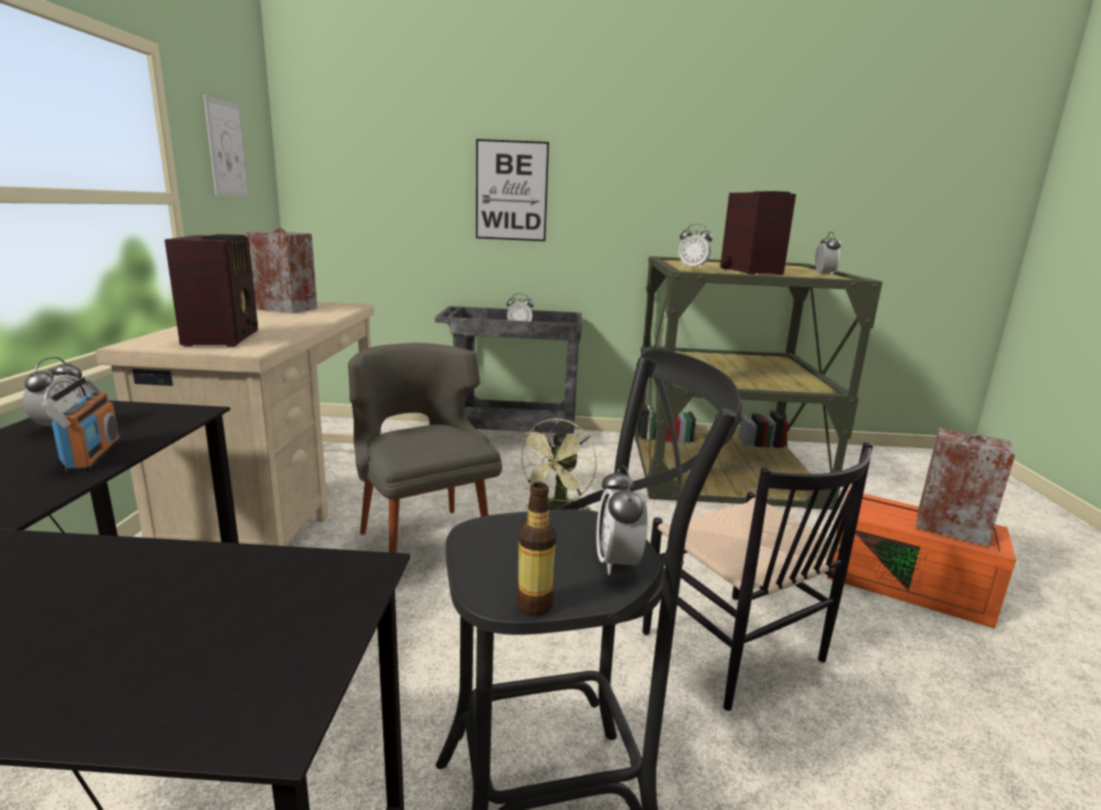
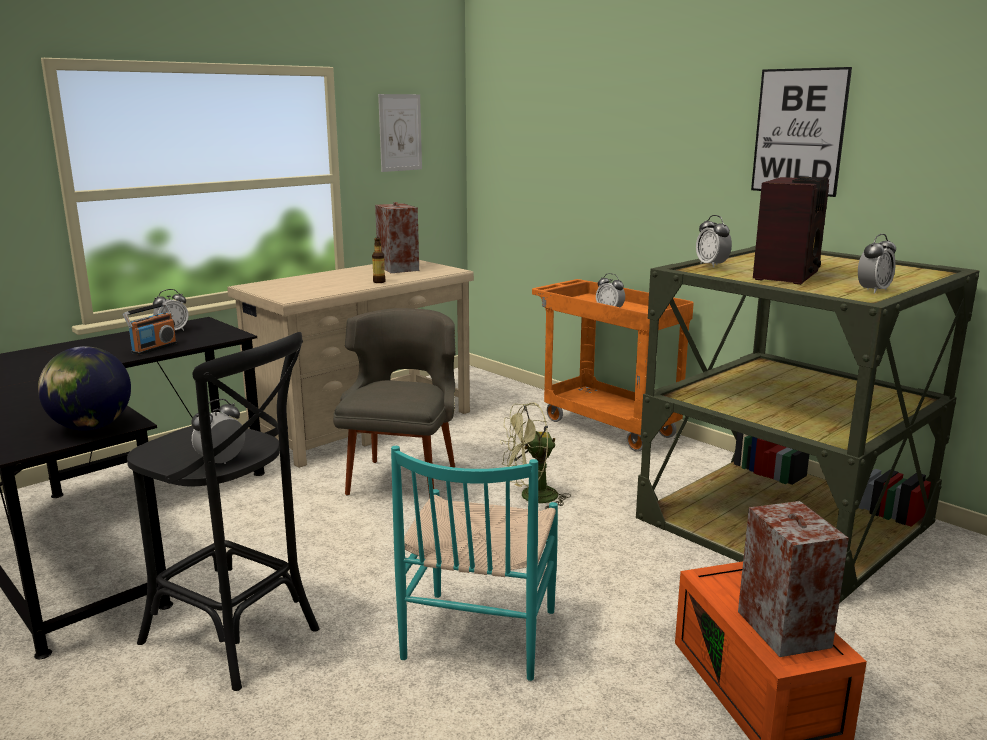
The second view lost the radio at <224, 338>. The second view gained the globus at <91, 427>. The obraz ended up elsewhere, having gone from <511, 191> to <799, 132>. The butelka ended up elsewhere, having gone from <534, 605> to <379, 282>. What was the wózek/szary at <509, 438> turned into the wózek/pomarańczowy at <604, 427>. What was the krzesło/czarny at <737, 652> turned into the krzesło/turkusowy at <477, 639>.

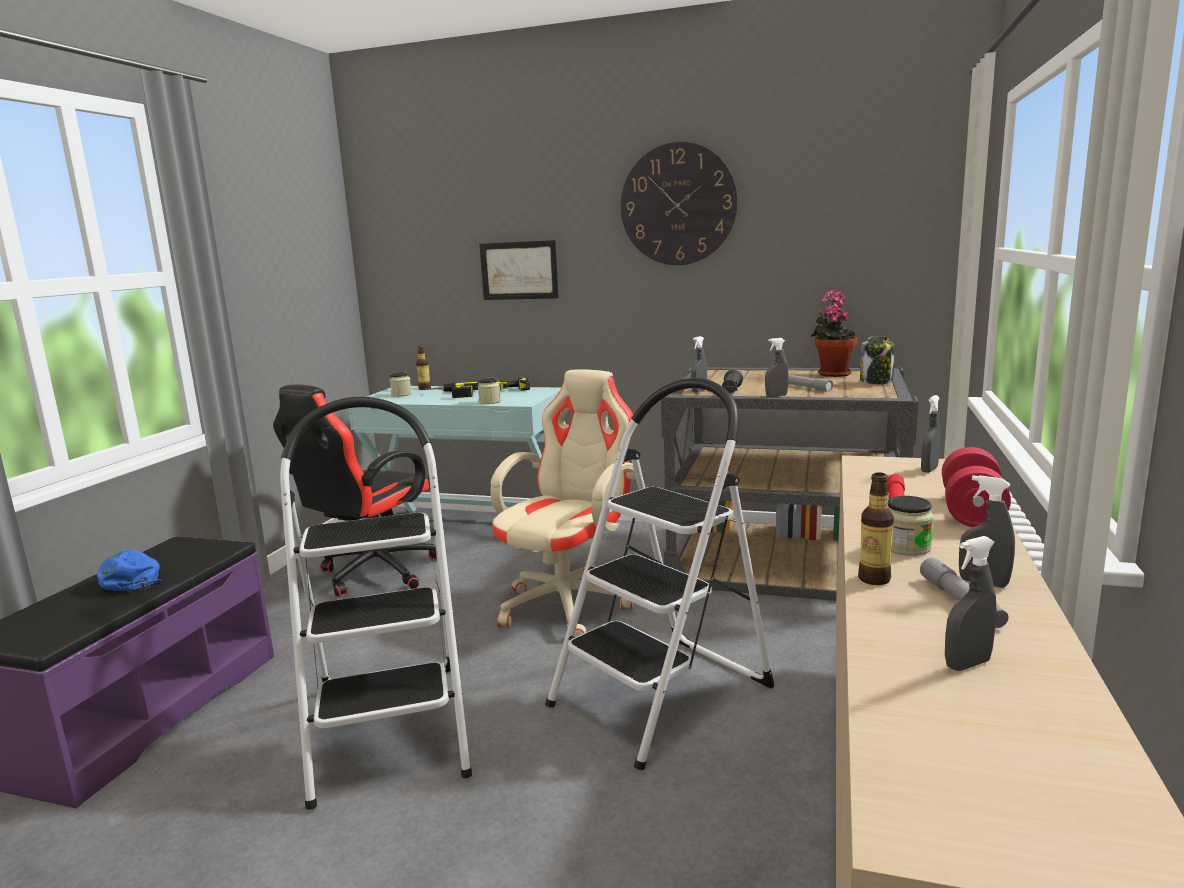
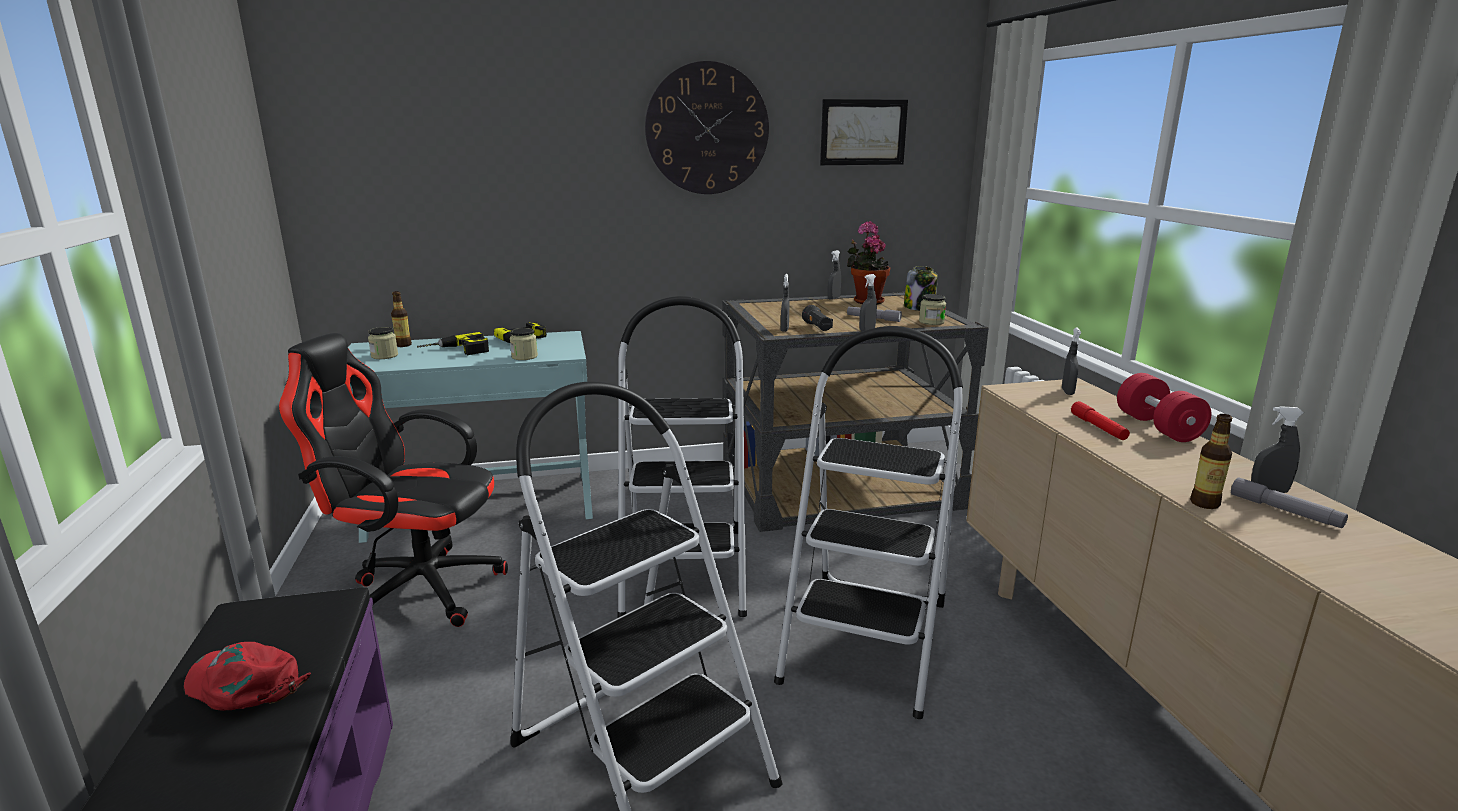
The obraz ended up elsewhere, having gone from <519, 270> to <863, 132>. The słoik ended up elsewhere, having gone from <906, 547> to <931, 322>. The spryskiwacz/szary ended up elsewhere, having gone from <967, 664> to <833, 298>. Where the krzesło biurowe/beżowy stood at <570, 603>, the drabinka came to stand at <686, 569>. What was the czapka z daszkiem/niebieski at <130, 578> turned into the czapka z daszkiem/czerwony at <244, 684>. The krzesło biurowe/czarny at <371, 576> ended up facing another way, 105 degrees clockwise from before.

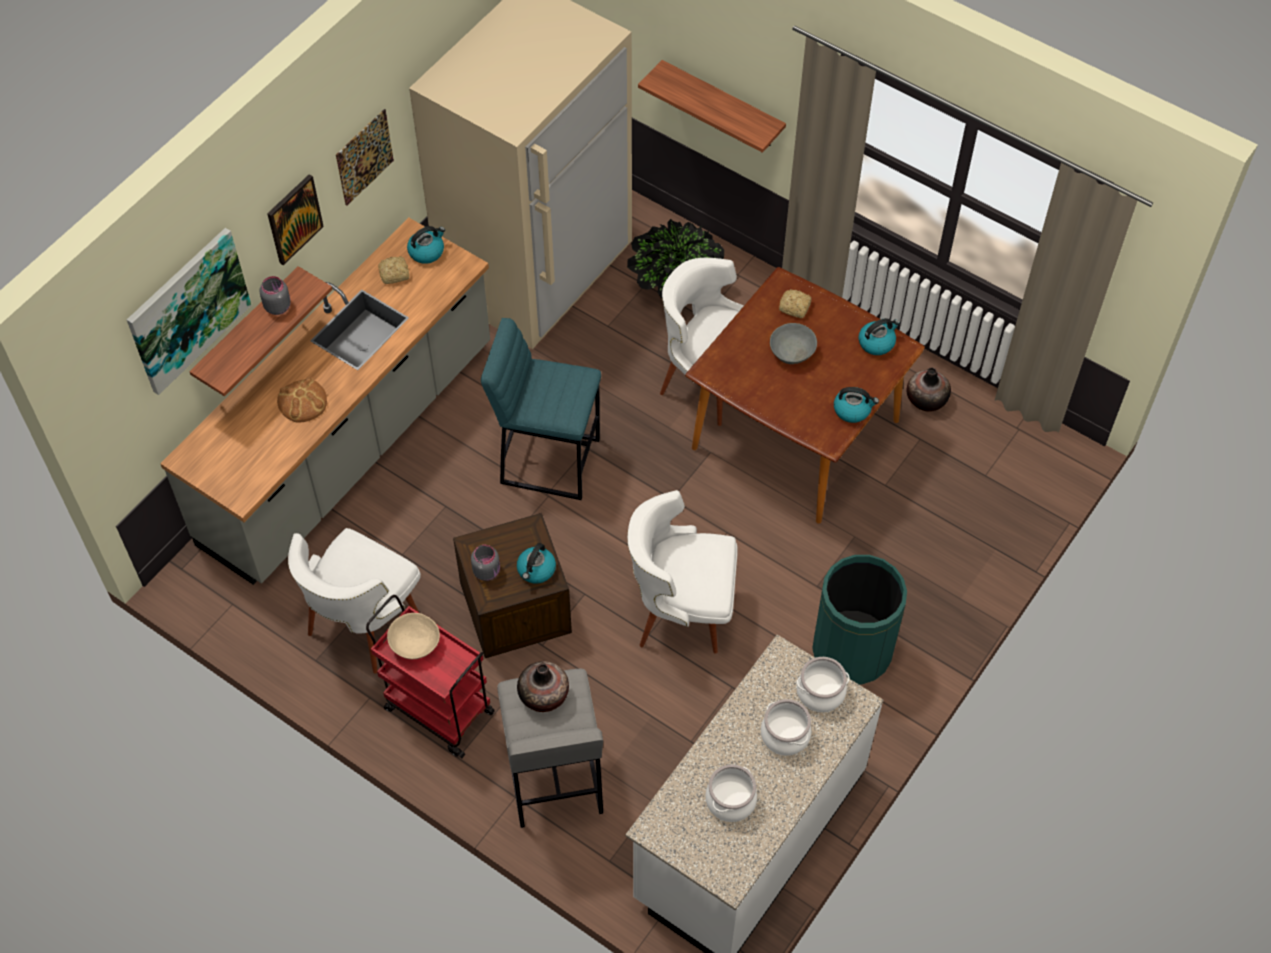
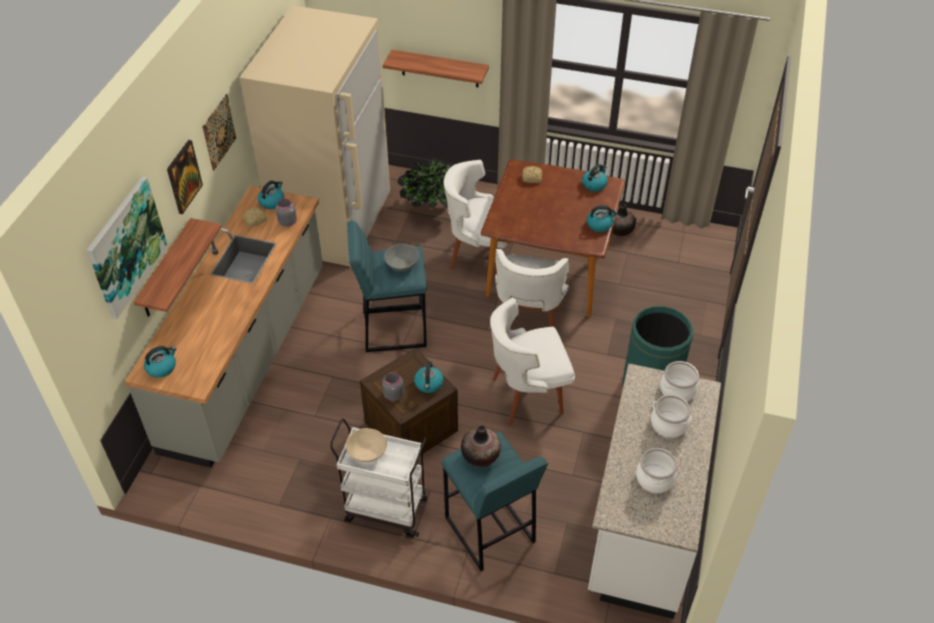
The second view lost the chleb at <303, 402>. The second view gained the czajnik at <162, 367>. The słoik/szary ended up elsewhere, having gone from <277, 306> to <287, 222>. The krzesło/biały ended up elsewhere, having gone from <365, 624> to <528, 322>. The miska/szary ended up elsewhere, having gone from <792, 351> to <402, 264>. What was the wózek/czerwony at <438, 710> turned into the wózek/biały at <385, 510>. What was the stołek/szary at <555, 781> turned into the stołek/turkusowy at <491, 531>.

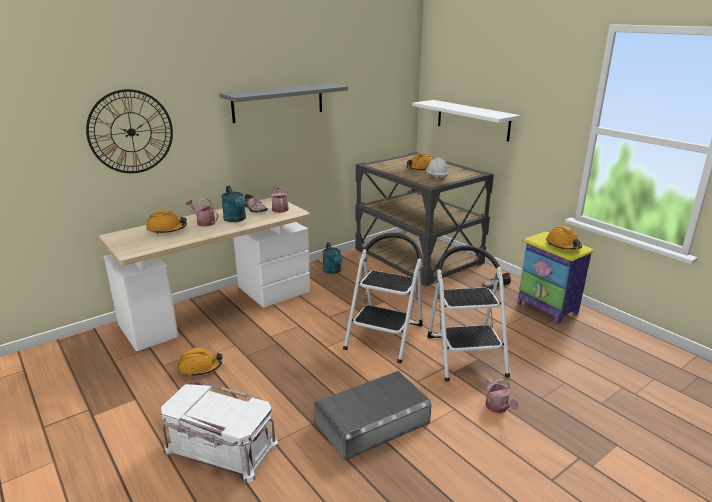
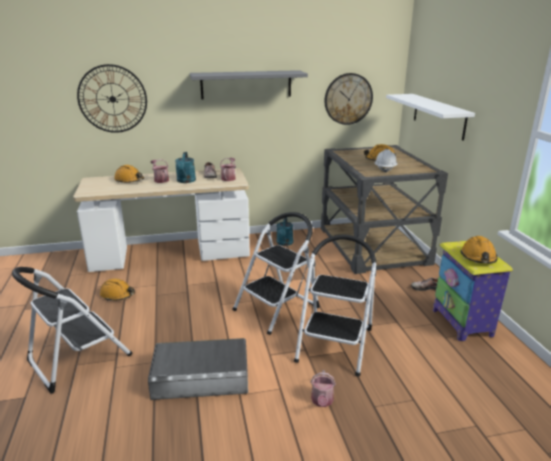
The second view gained the zegar ścienny at <348, 99>. Where the pojemnik do przechowywania/biały stood at <220, 448>, the drabinka came to stand at <76, 359>.

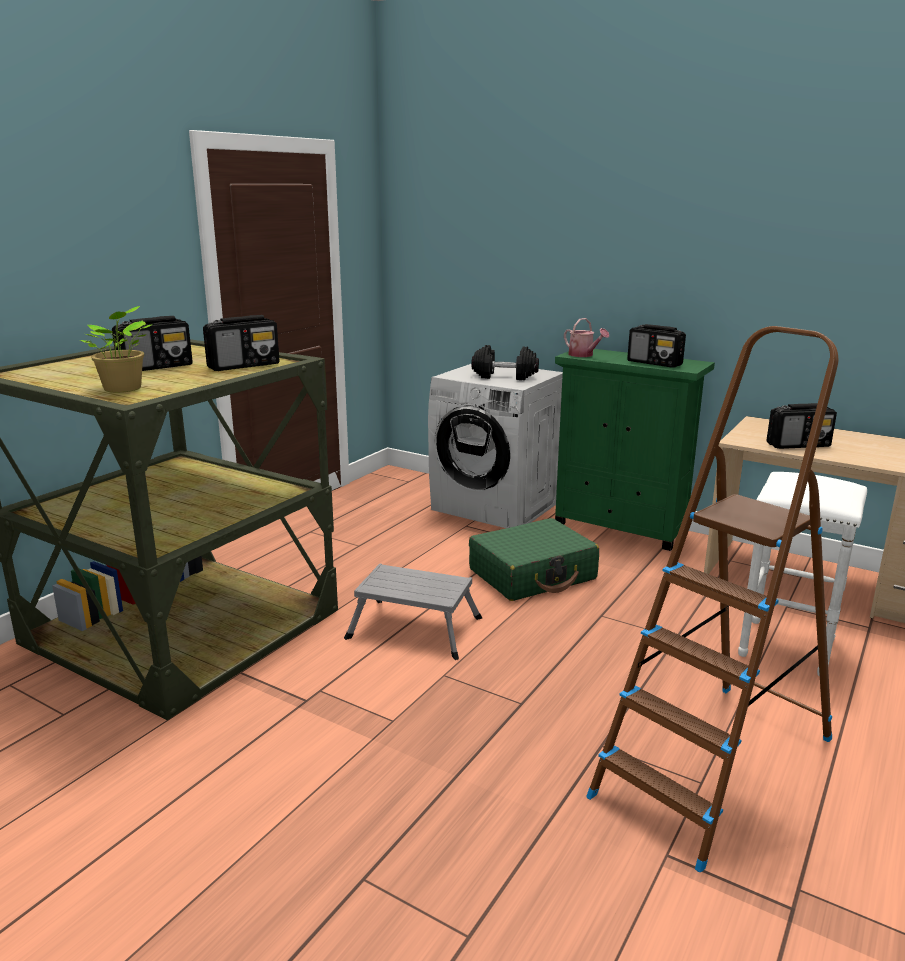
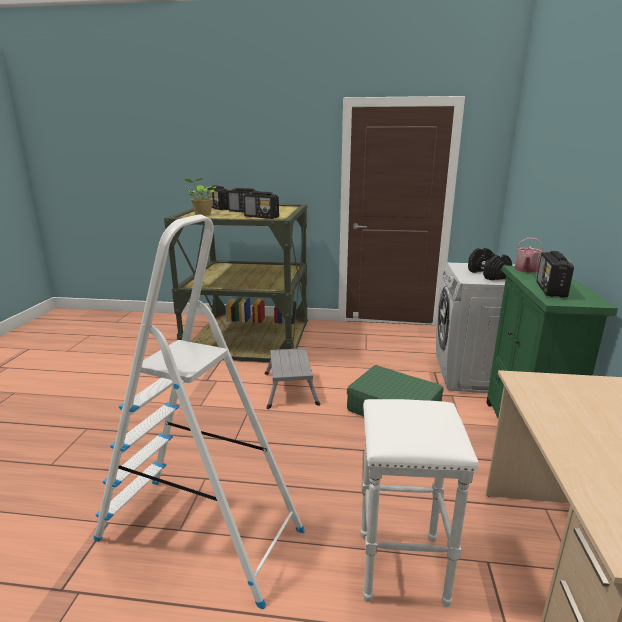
The radio ended up elsewhere, having gone from <798, 445> to <219, 208>. What was the drabinka/brązowy at <715, 767> turned into the drabinka/biały at <199, 535>.

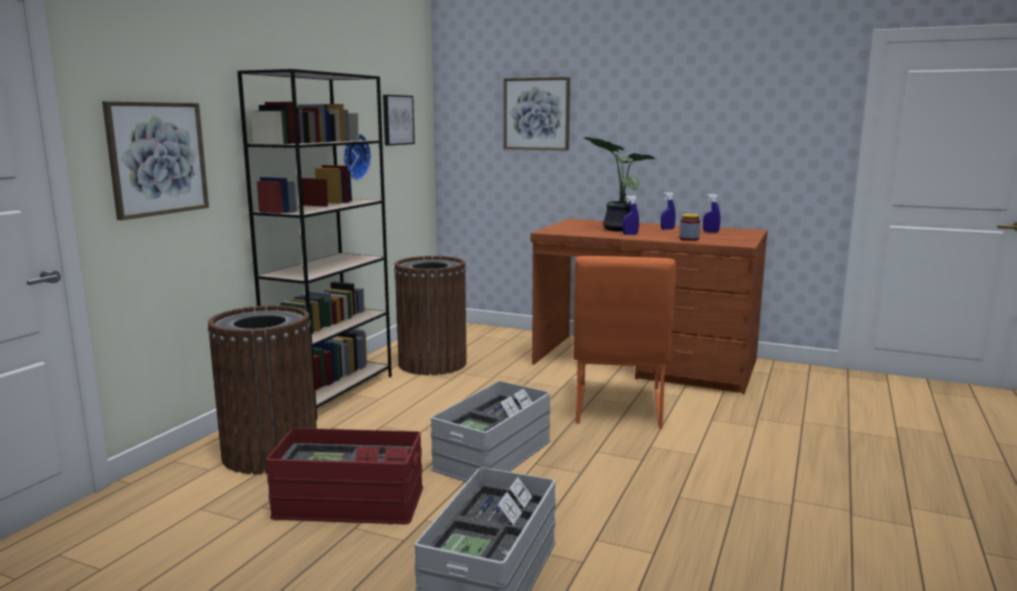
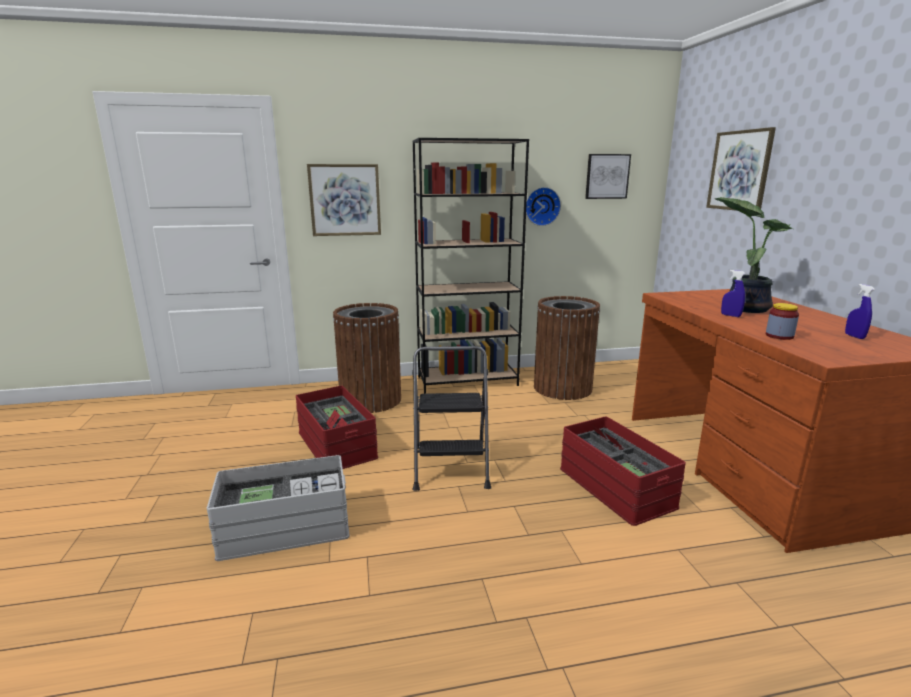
The second view lost the spryskiwacz/niebieski at <667, 229>. Where the pojemnik do przechowywania/szary stood at <492, 454>, the drabinka/czarny came to stand at <451, 464>. Where the krzesło/pomarańczowy stood at <618, 408>, the pojemnik do przechowywania/czerwony came to stand at <614, 487>.

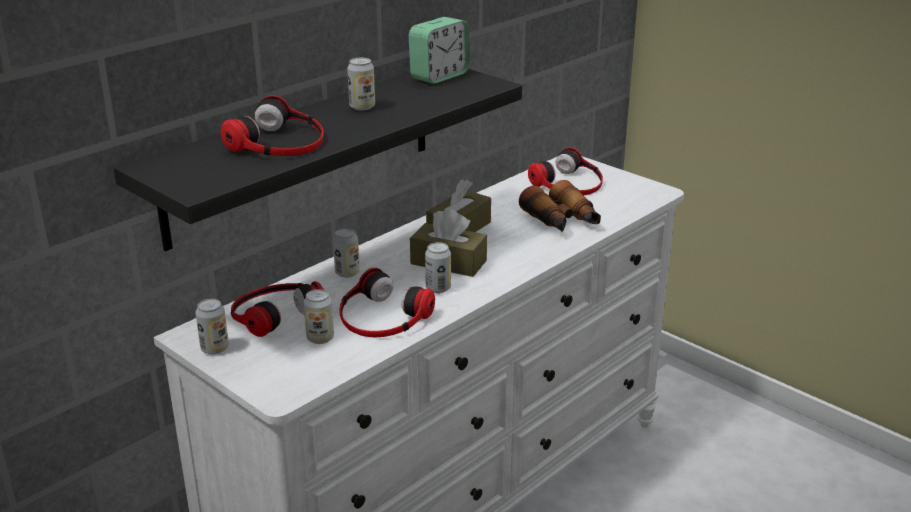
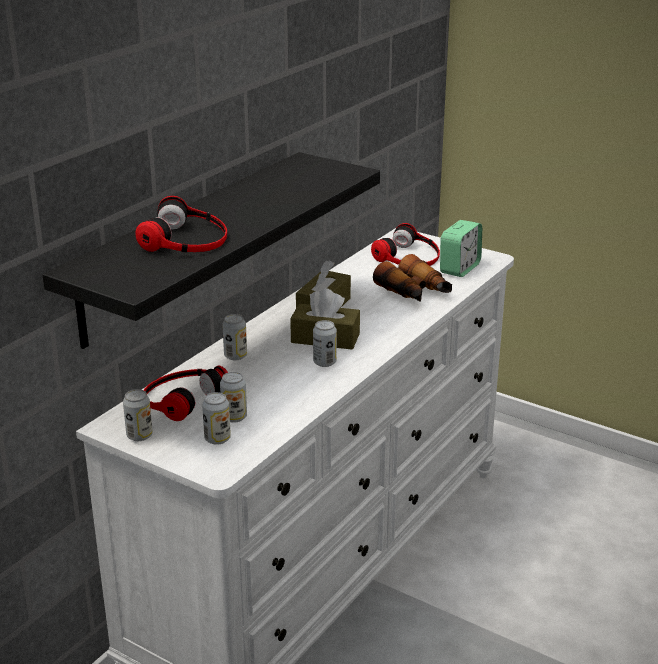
The second view lost the słuchawki at <382, 316>. The puszka ended up elsewhere, having gone from <362, 107> to <217, 439>. The budzik ended up elsewhere, having gone from <439, 76> to <459, 268>.

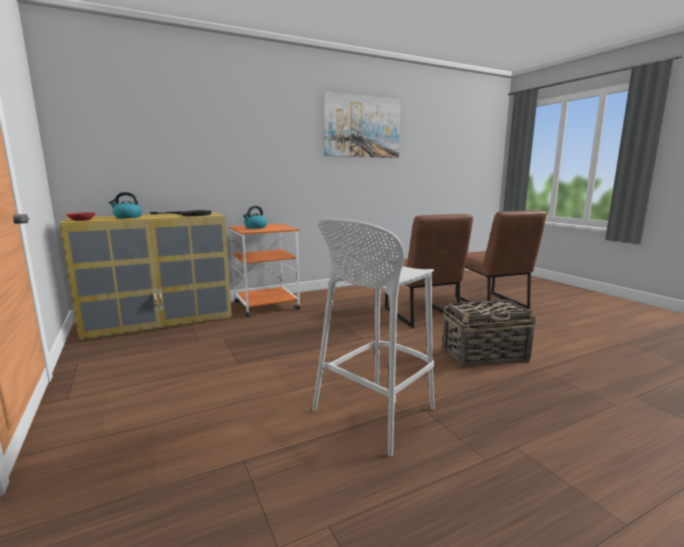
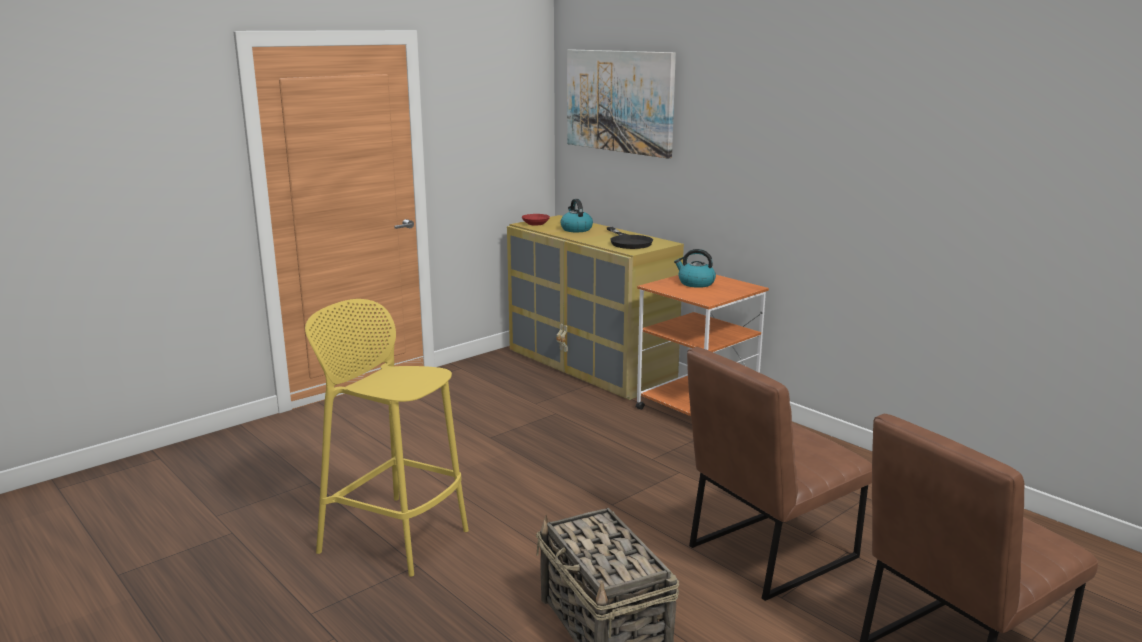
The obraz ended up elsewhere, having gone from <362, 127> to <619, 101>. What was the stołek/biały at <375, 413> turned into the stołek/żółty at <395, 537>.

